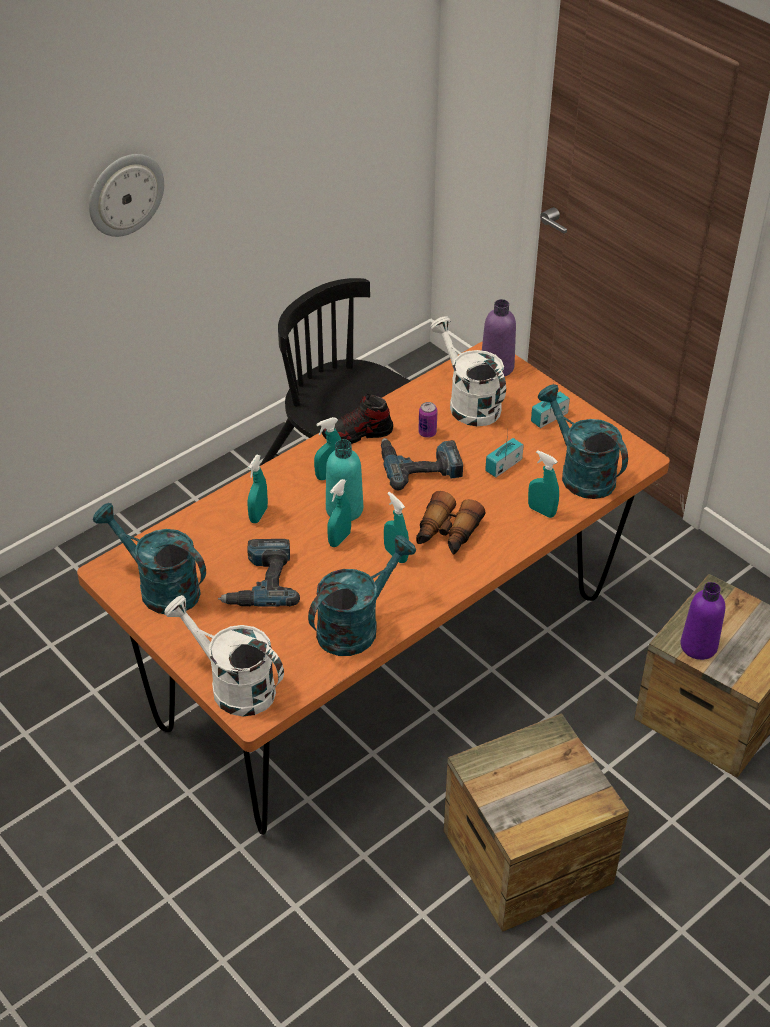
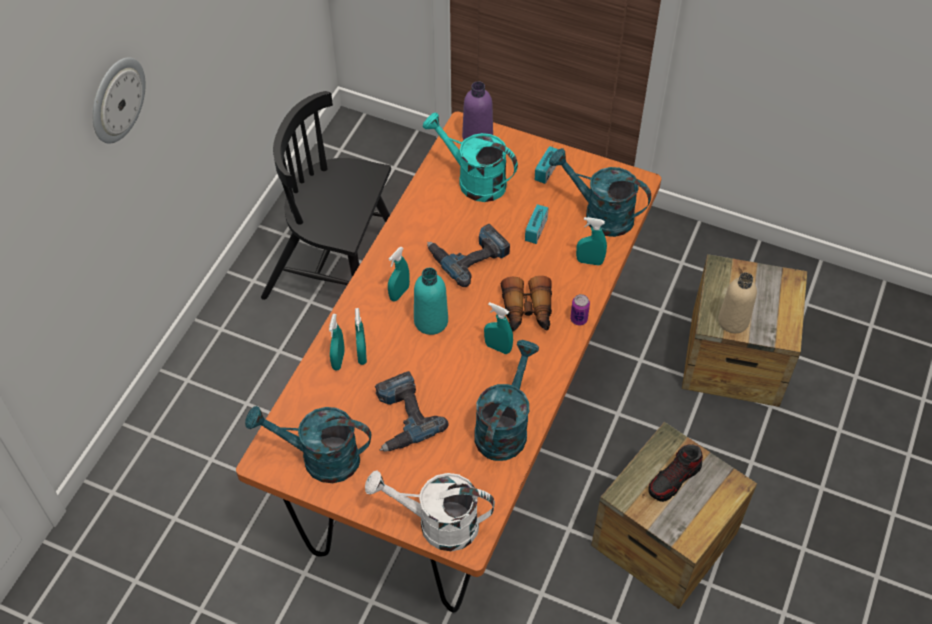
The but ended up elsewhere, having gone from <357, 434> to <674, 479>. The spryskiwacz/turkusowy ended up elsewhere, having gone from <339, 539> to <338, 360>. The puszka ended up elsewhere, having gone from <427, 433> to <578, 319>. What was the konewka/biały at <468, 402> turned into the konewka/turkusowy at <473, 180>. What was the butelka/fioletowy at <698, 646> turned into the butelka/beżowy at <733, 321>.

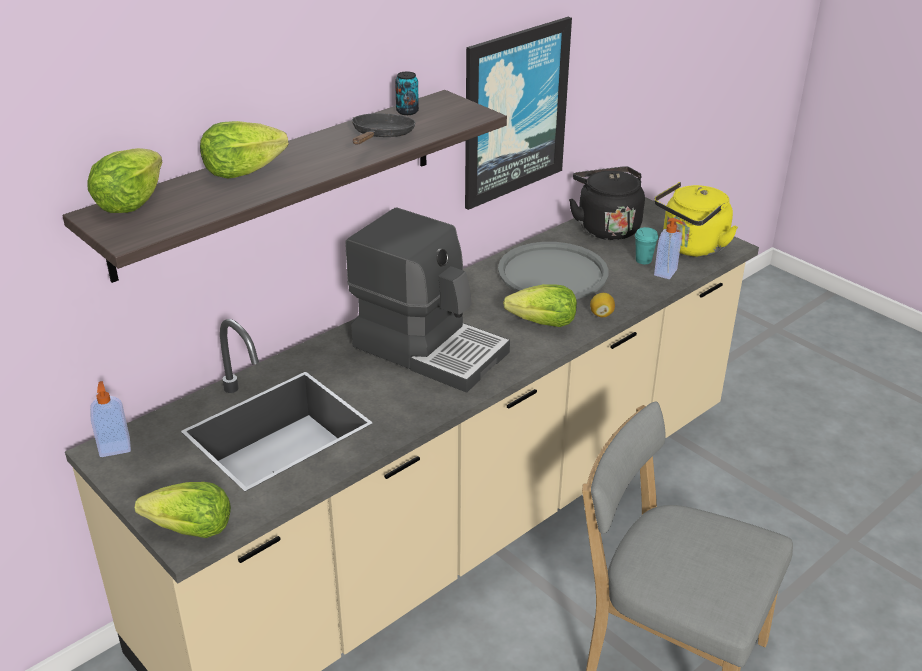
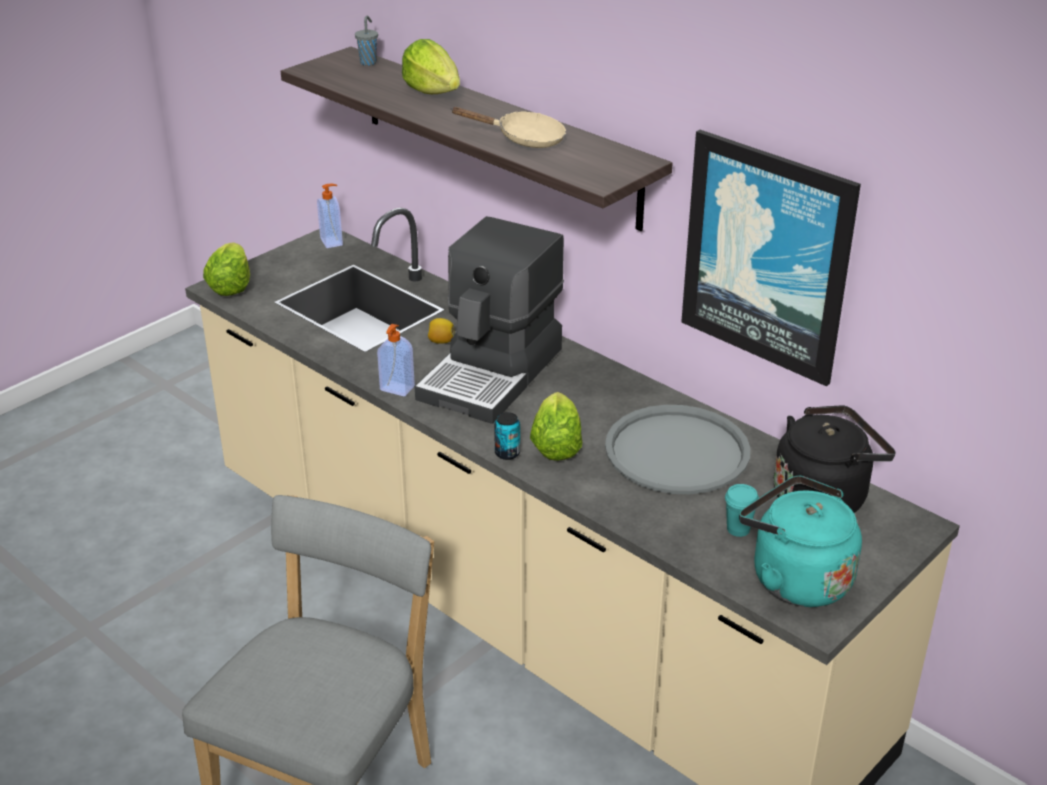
The puszka ended up elsewhere, having gone from <407, 111> to <507, 453>. The cytryna ended up elsewhere, having gone from <601, 314> to <441, 341>. The dozownik mydła ended up elsewhere, having gone from <666, 272> to <396, 389>. Where the sałata stood at <130, 203>, the filiżanka/szary came to stand at <368, 62>. What was the patelnia/czarny at <381, 137> turned into the patelnia/beżowy at <523, 139>. What was the czajnik/żółty at <691, 247> turned into the czajnik/turkusowy at <795, 578>.

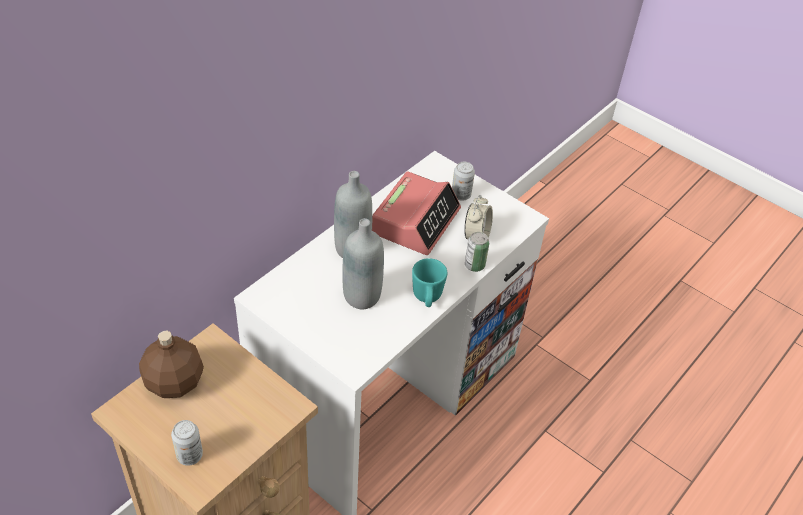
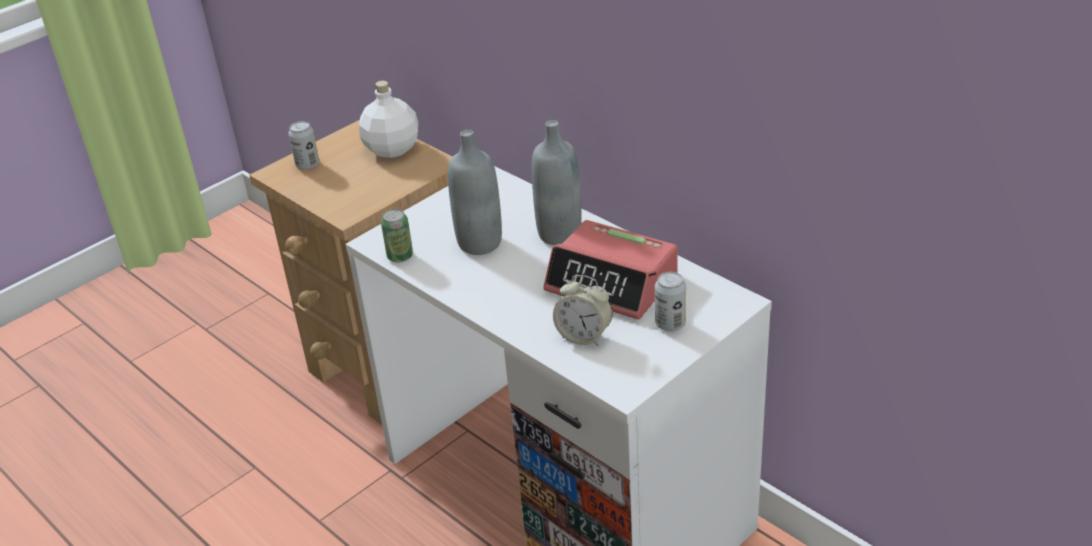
The second view lost the kubek/turkusowy at <427, 298>. The puszka ended up elsewhere, having gone from <474, 265> to <400, 256>. What was the butelka/brązowy at <174, 383> turned into the butelka/biały at <391, 149>.

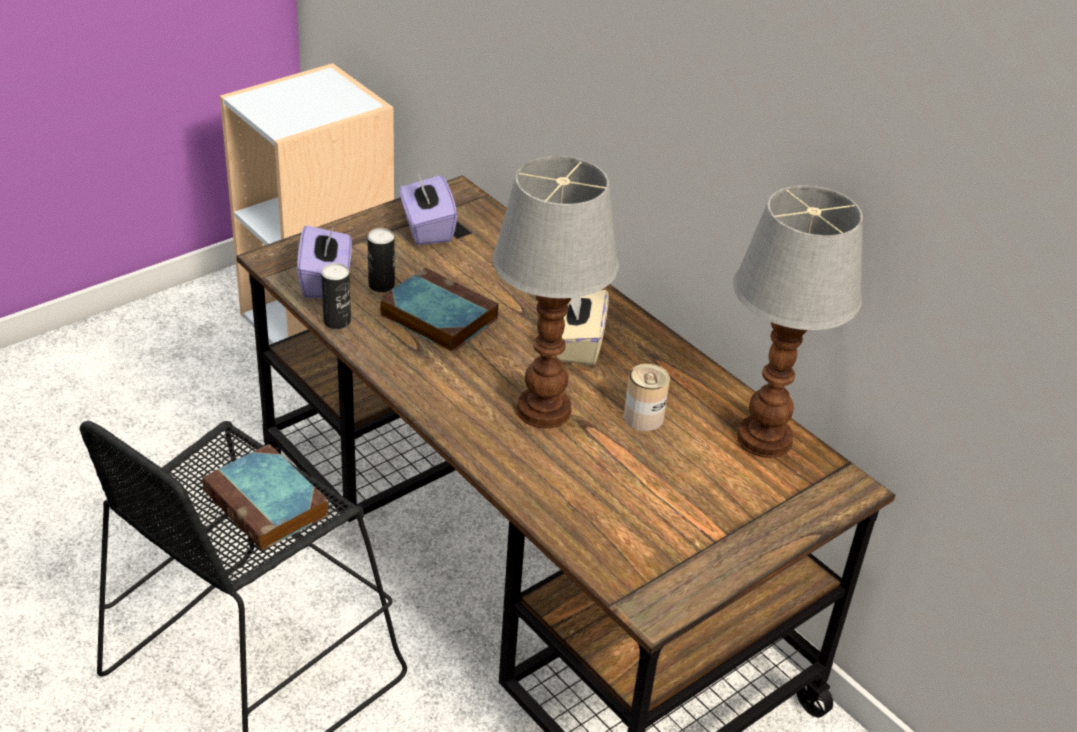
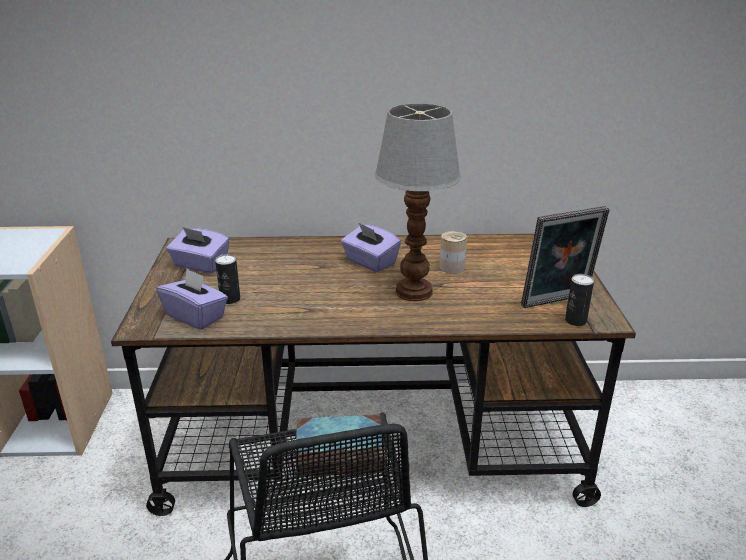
The second view lost the książka at <436, 316>. The second view lost the lampa stołowa at <766, 439>. The second view gained the ramka na zdjęcie at <557, 302>. The puszka ended up elsewhere, having gone from <337, 321> to <575, 321>. What was the pudełko chusteczek/beżowy at <576, 344> turned into the pudełko chusteczek/fioletowy at <370, 262>.

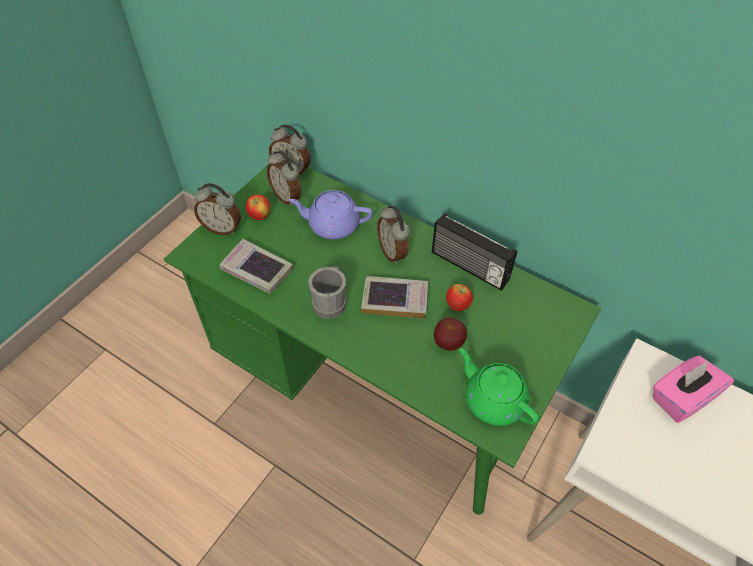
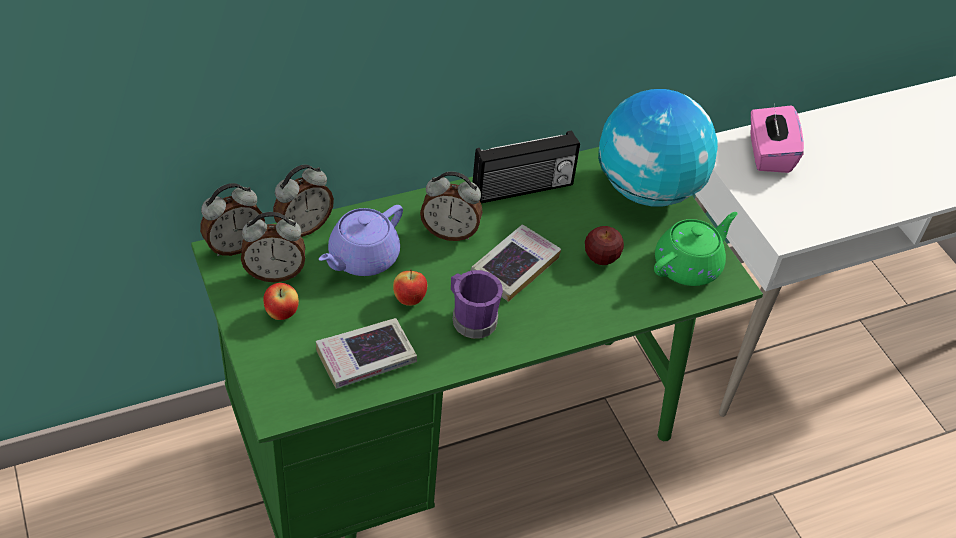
The second view gained the globus at <648, 189>. The budzik ended up elsewhere, having gone from <222, 228> to <303, 227>. The jabłko ended up elsewhere, having gone from <457, 306> to <409, 300>. What was the kubek/szary at <330, 301> turned into the kubek/fioletowy at <471, 318>. The imbryk/zielony at <493, 400> ended up facing another way, 150 degrees clockwise from before.

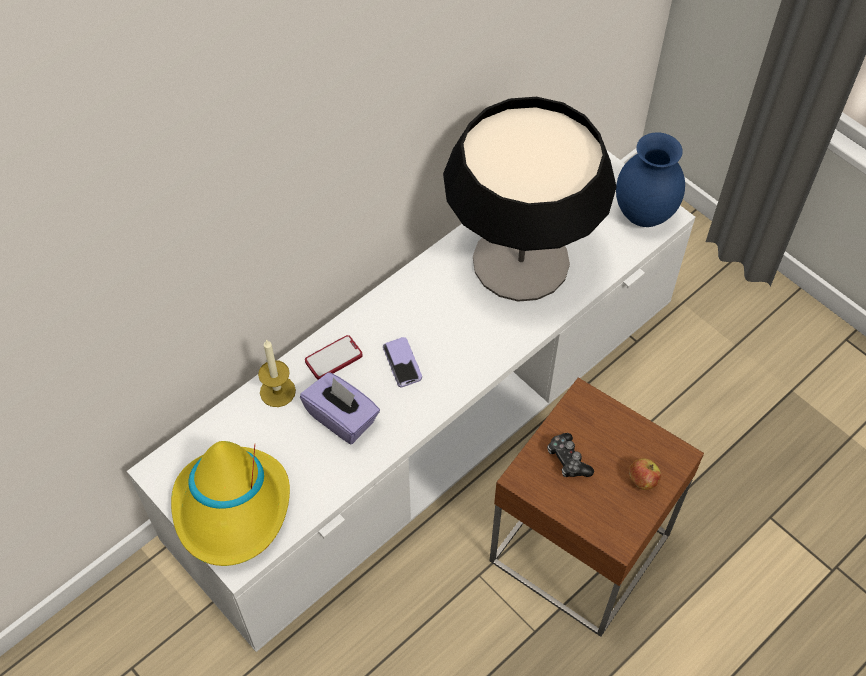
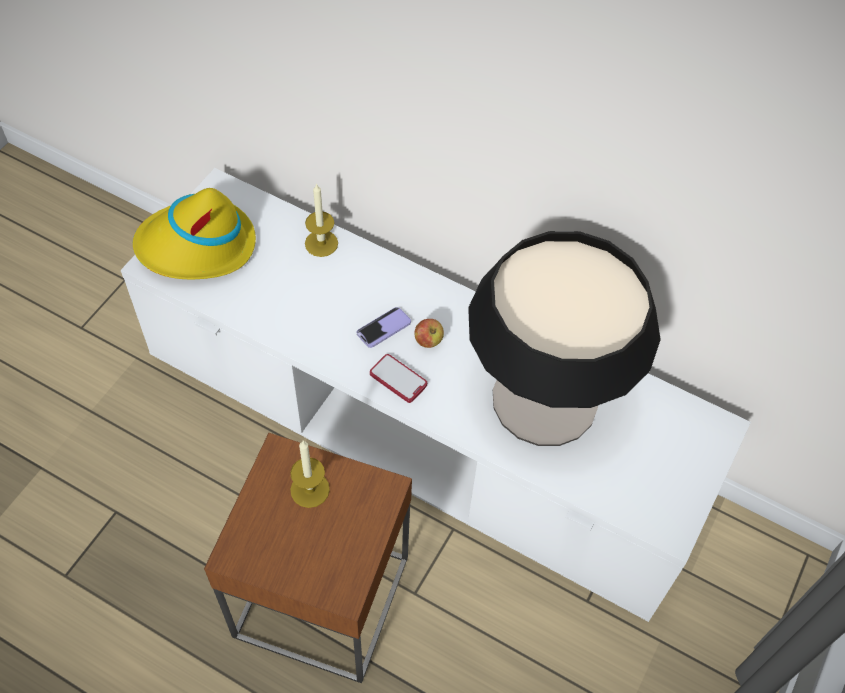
The second view lost the pudełko chusteczek/fioletowy at <342, 418>. The second view lost the wazon/niebieski at <644, 216>. The telefon ended up elsewhere, having gone from <333, 358> to <398, 379>. The jabłko ended up elsewhere, having gone from <642, 480> to <428, 340>. Where the pad do gier stood at <568, 460>, the świeca came to stand at <310, 489>.

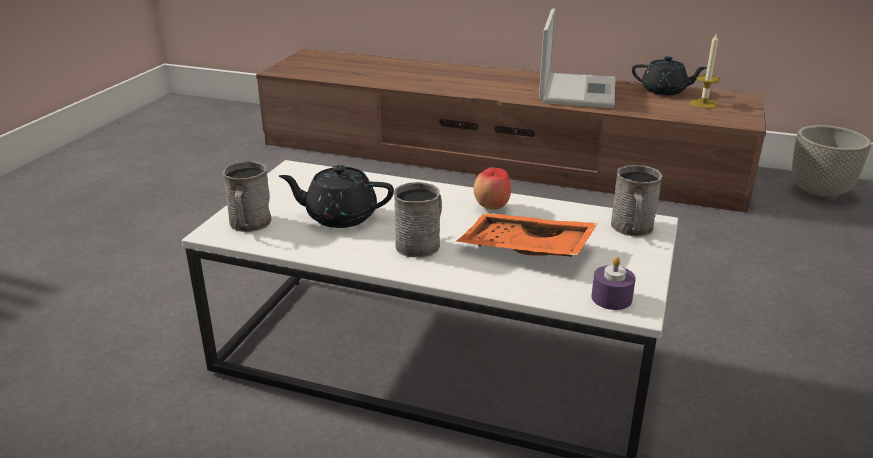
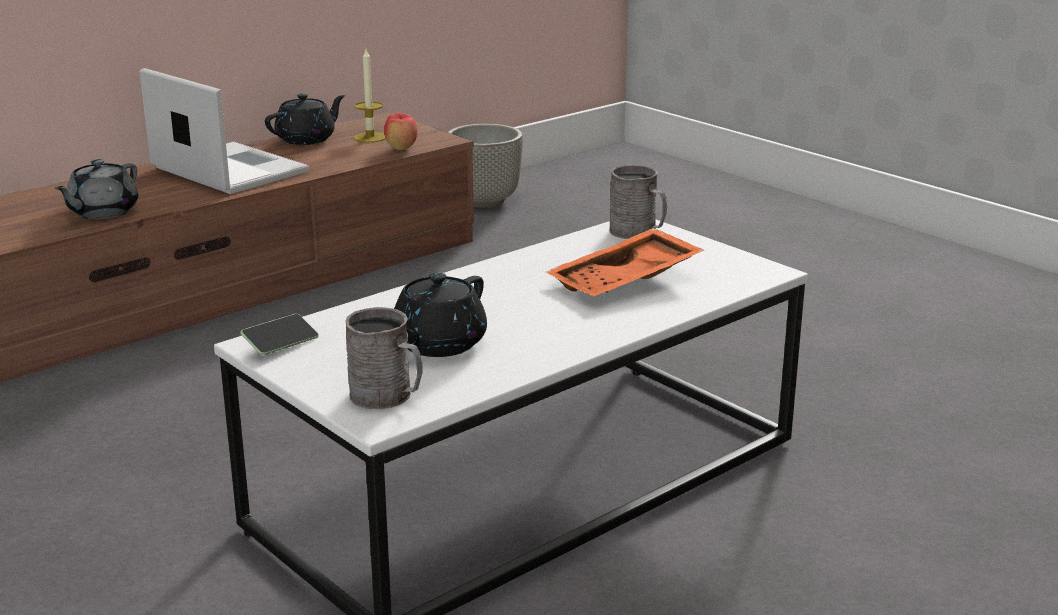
The second view lost the kubek/szary at <421, 243>. The second view lost the świeca/fioletowy at <611, 298>. The second view gained the imbryk/szary at <102, 212>. The second view gained the telefon at <281, 344>. The jabłko ended up elsewhere, having gone from <492, 207> to <401, 149>.

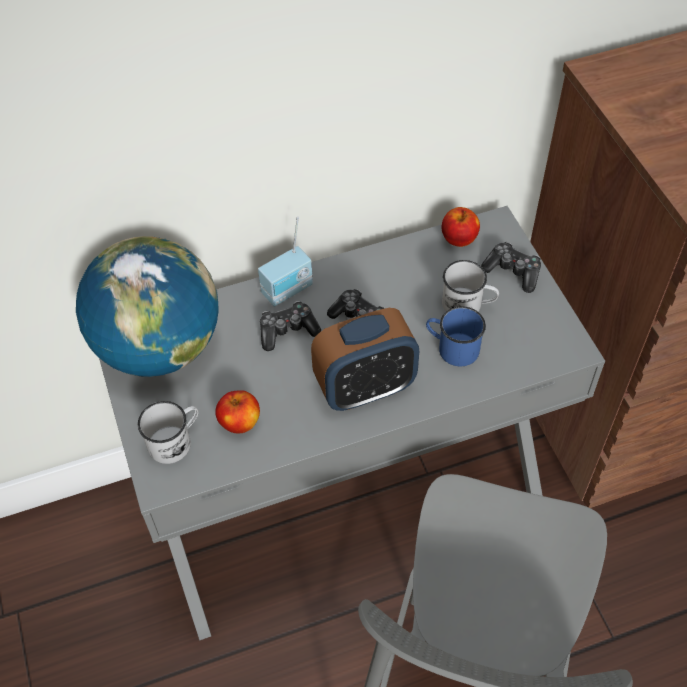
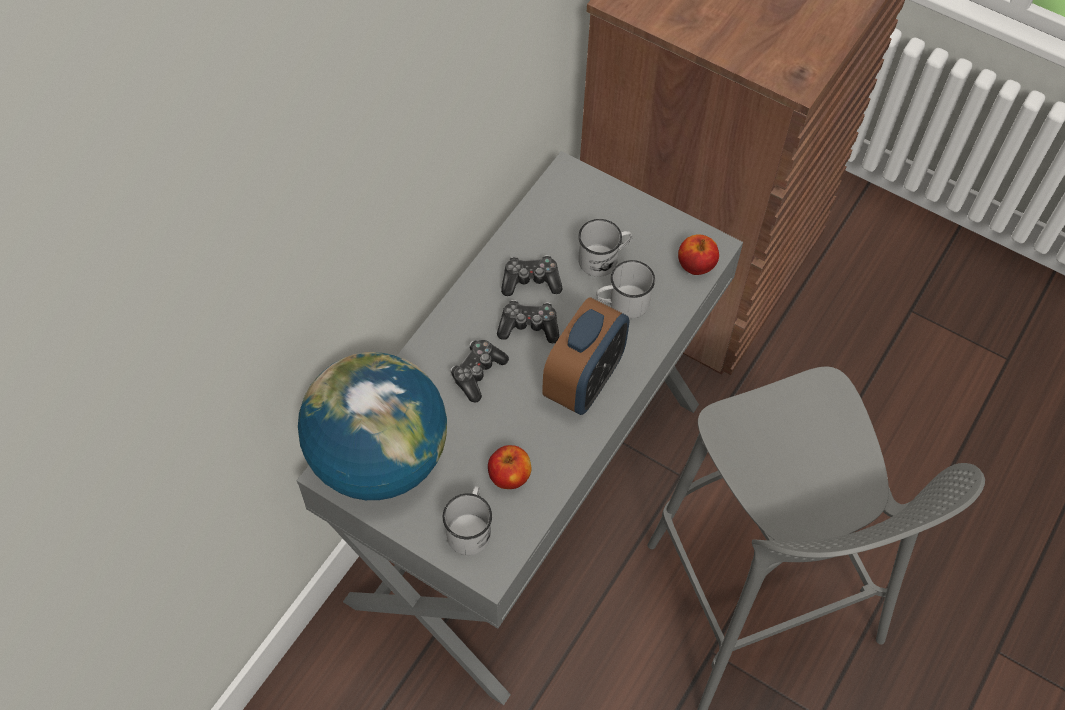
The second view lost the radio at <288, 291>. The jabłko ended up elsewhere, having gone from <459, 239> to <695, 265>. The pad do gier ended up elsewhere, having gone from <512, 272> to <531, 281>. What was the kubek/niebieski at <452, 348> turned into the kubek/biały at <622, 303>.

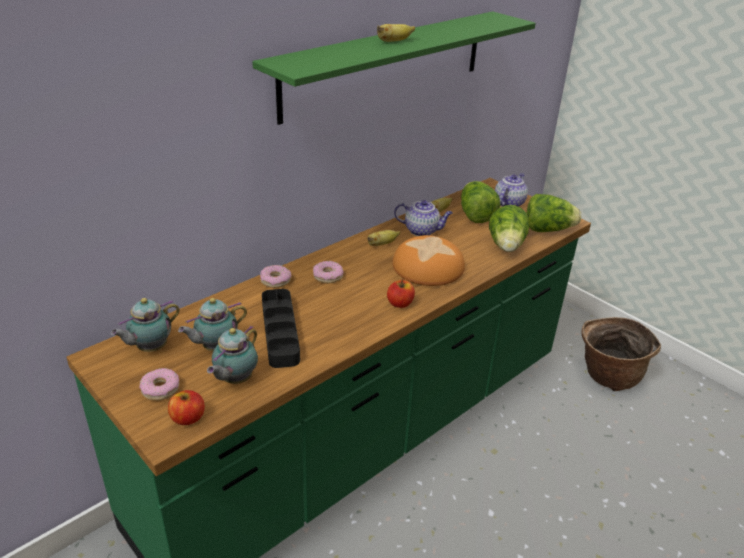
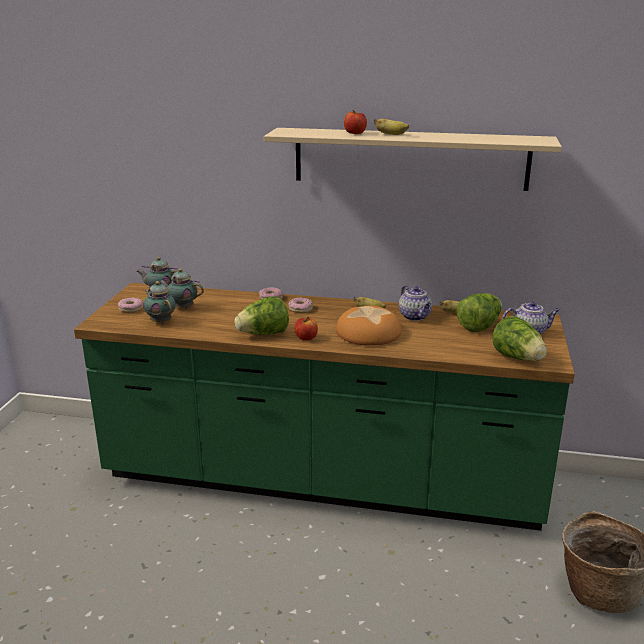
The second view lost the taca/czarny at <280, 331>. The jabłko ended up elsewhere, having gone from <188, 418> to <355, 133>. The sałata ended up elsewhere, having gone from <506, 246> to <263, 334>. What was the półka/zielony at <387, 64> turned into the półka/beżowy at <410, 158>. The imbryk at <235, 379> ended up facing another way, 60 degrees clockwise from before.

